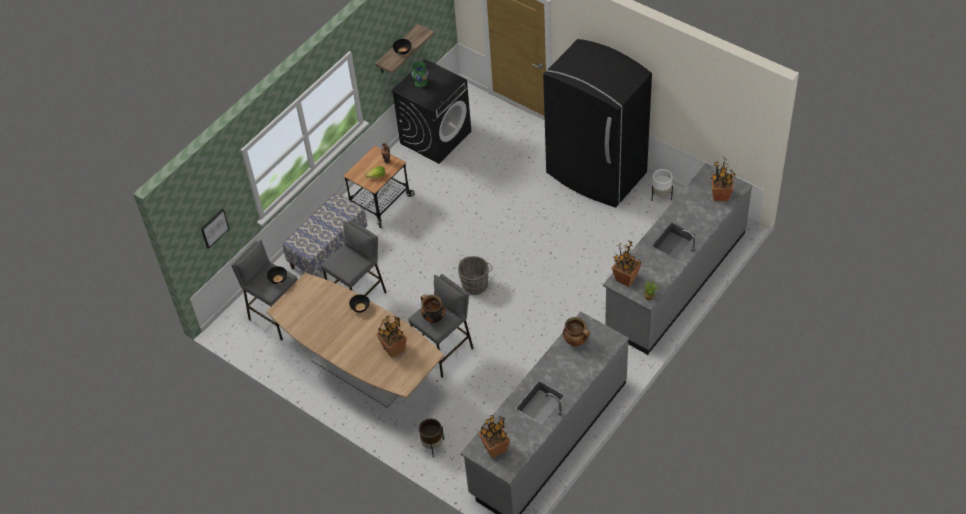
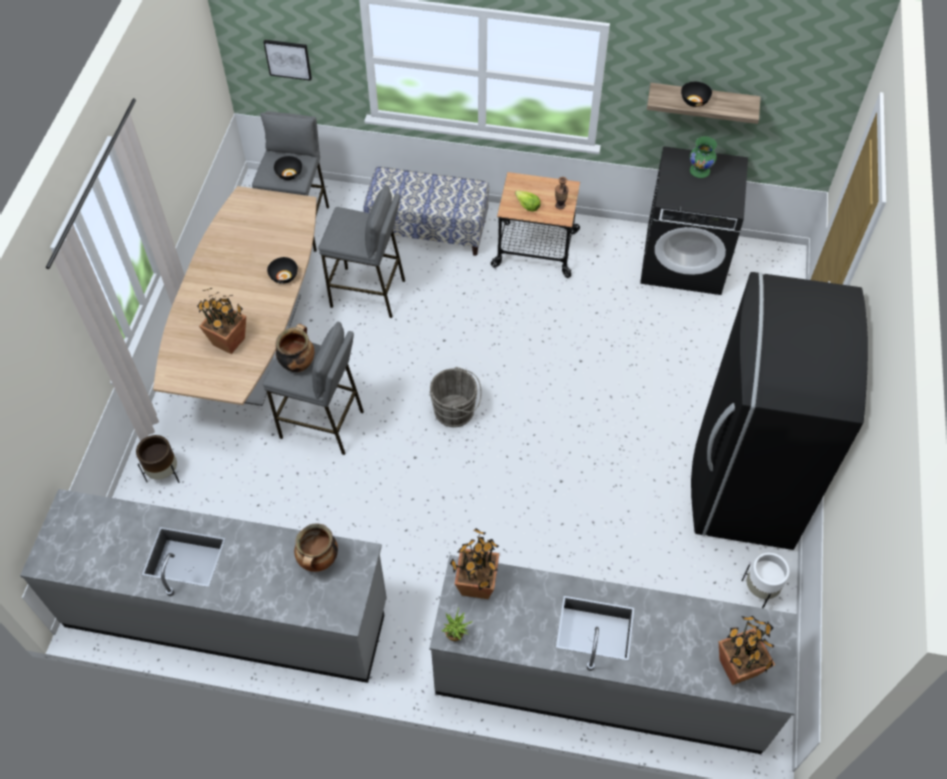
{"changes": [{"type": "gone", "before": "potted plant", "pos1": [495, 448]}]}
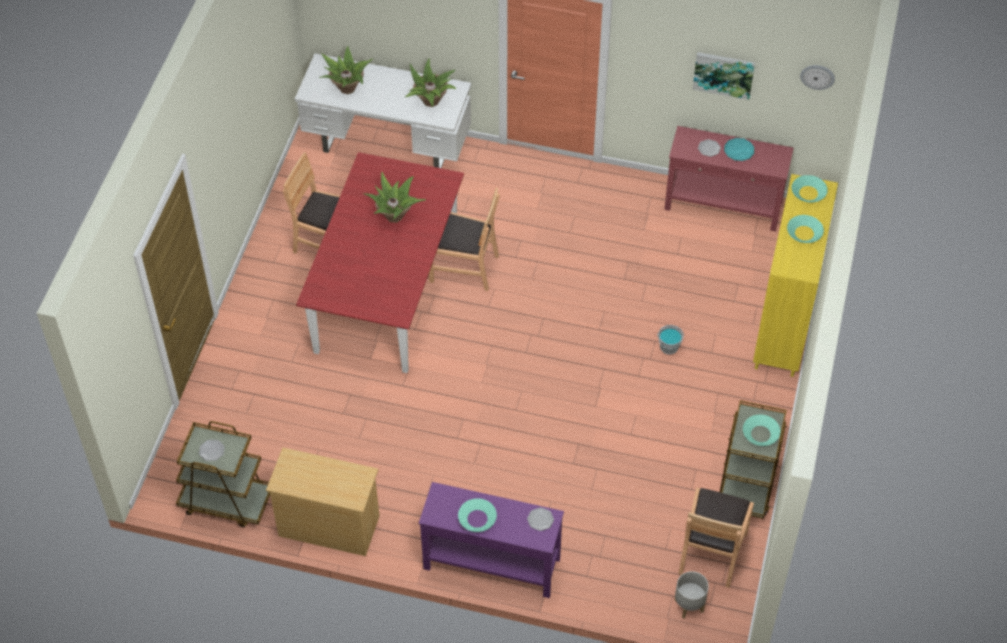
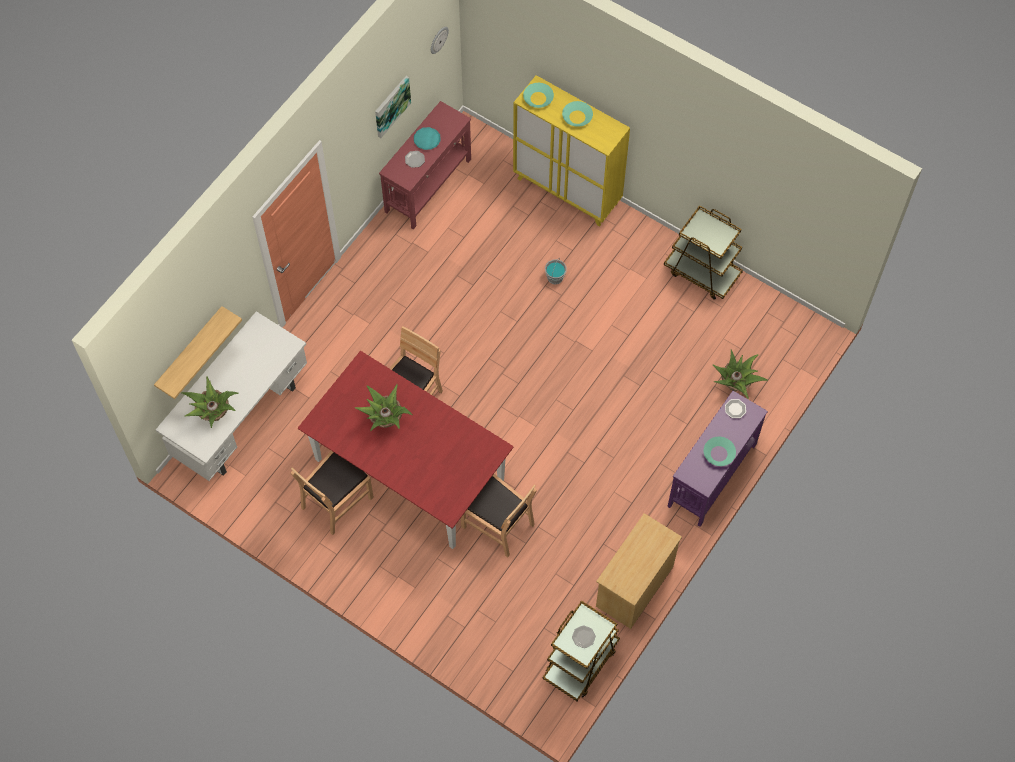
{"changes": [{"type": "shifted", "before": "potted plant", "pos1": [431, 101], "pos2": [736, 384]}, {"type": "gone", "before": "greyish plant pot", "pos1": [689, 606]}, {"type": "shifted", "before": "brown-coloured upright chair", "pos1": [711, 552], "pos2": [498, 524]}, {"type": "gone", "before": "blue-green serving bowl", "pos1": [760, 434]}, {"type": "new", "after": "wall shelf", "pos2": [190, 350]}]}
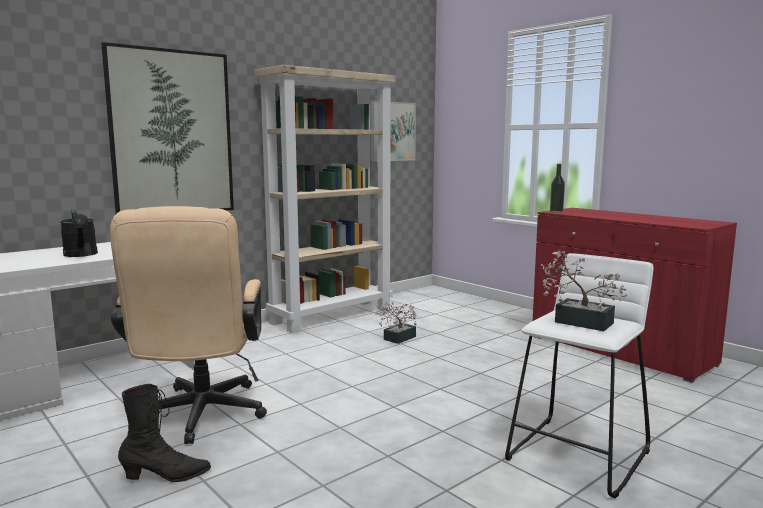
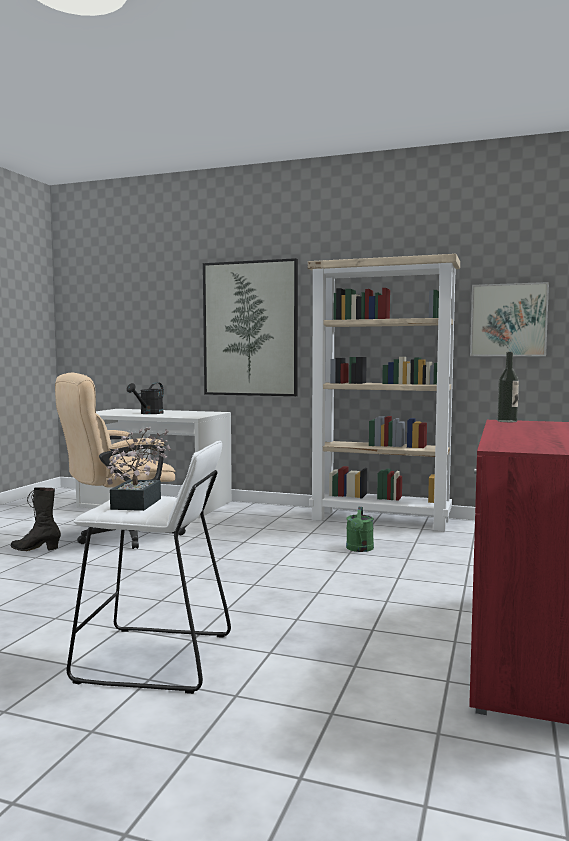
{"changes": [{"type": "rotated", "before": "black-coloured high-top boot", "pos1": [166, 476], "pos2": [36, 549], "turn": 150}, {"type": "swapped", "before": "potted plant", "after": "greenish watering pot", "pos1": [397, 339], "pos2": [359, 549]}]}
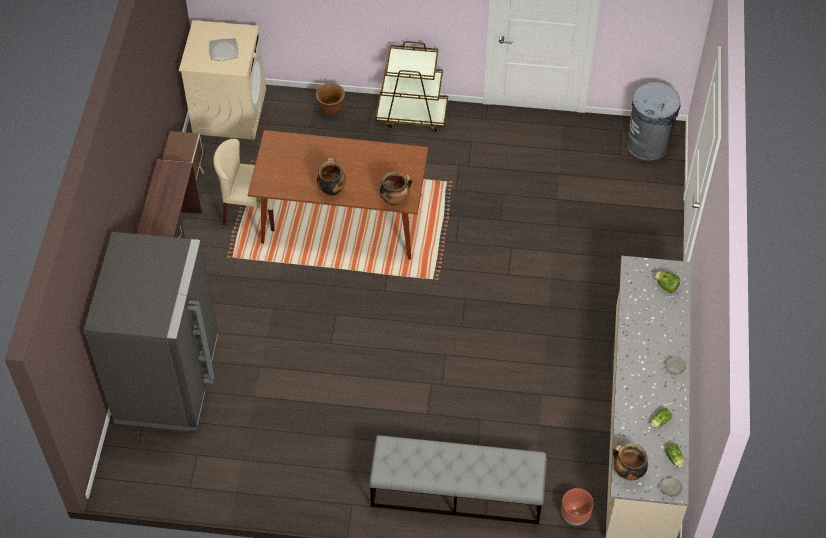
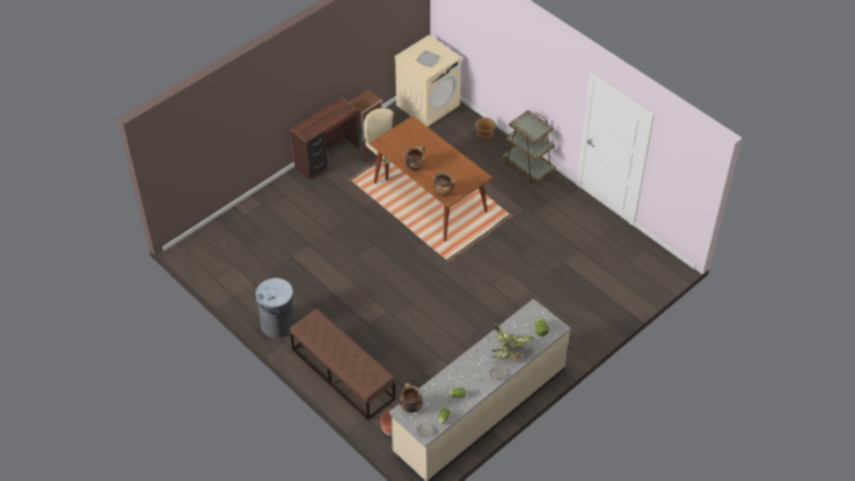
{"changes": [{"type": "gone", "before": "greyish fridge", "pos1": [168, 380]}, {"type": "repainted", "before": "greyish long seat", "after": "brown-coloured long seat", "pos1": [456, 492], "pos2": [342, 373]}, {"type": "shifted", "before": "greyish rubbish bin", "pos1": [648, 144], "pos2": [278, 324]}, {"type": "new", "after": "potted plant", "pos2": [510, 353]}]}
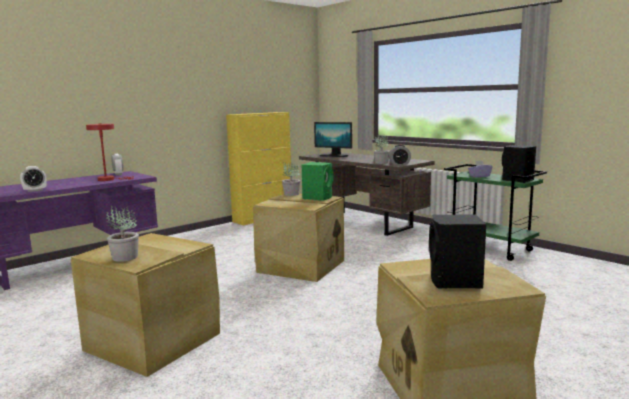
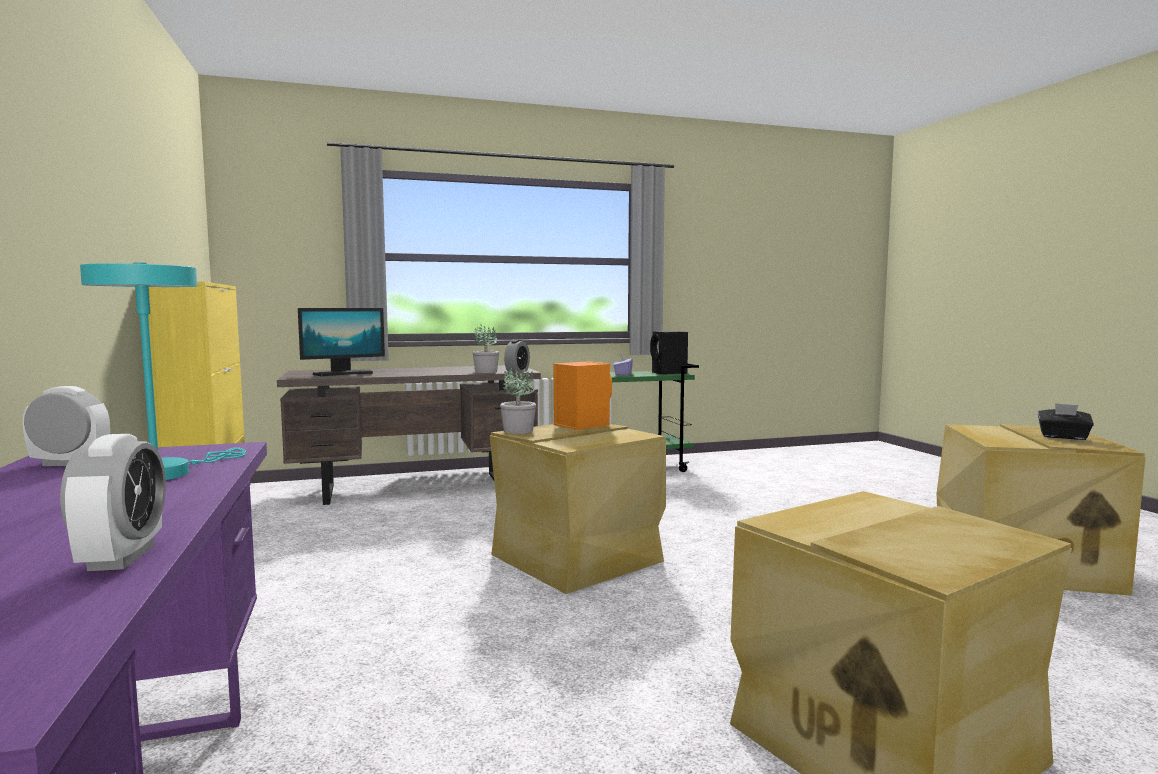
{"changes": [{"type": "repainted", "before": "reddish lamp for a table", "after": "blue-green lamp for a table", "pos1": [109, 179], "pos2": [165, 472]}, {"type": "gone", "before": "potted plant", "pos1": [124, 257]}, {"type": "repainted", "before": "greenish audio speaker", "after": "orange audio speaker", "pos1": [318, 197], "pos2": [581, 425]}, {"type": "swapped", "before": "black-coloured audio speaker", "after": "black-coloured box of tissues", "pos1": [455, 282], "pos2": [1063, 437]}]}
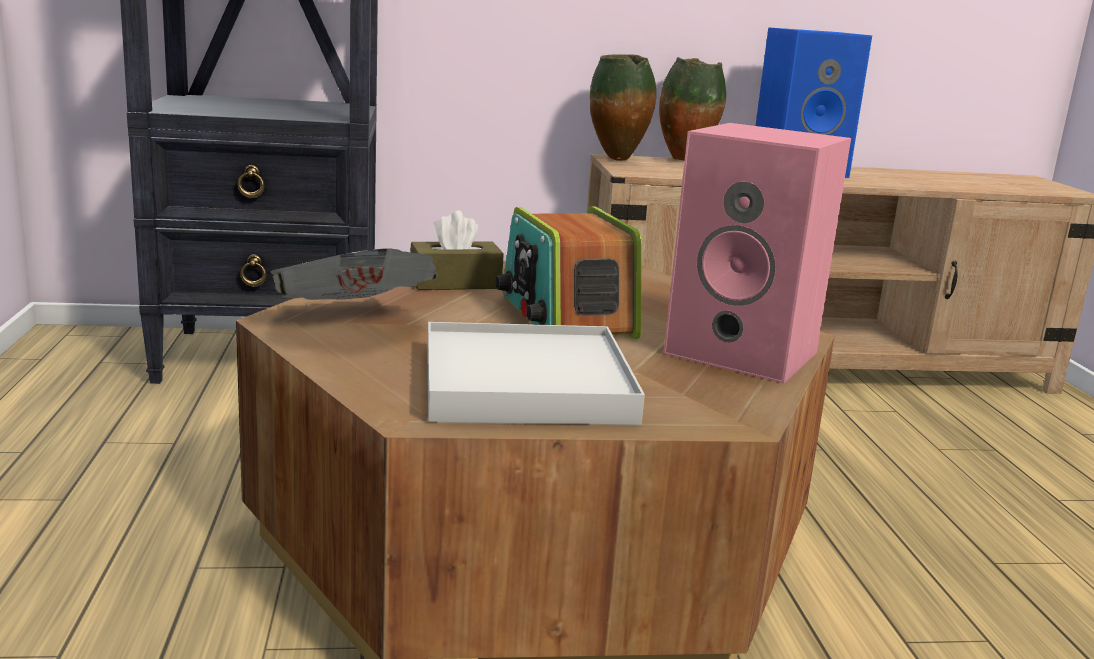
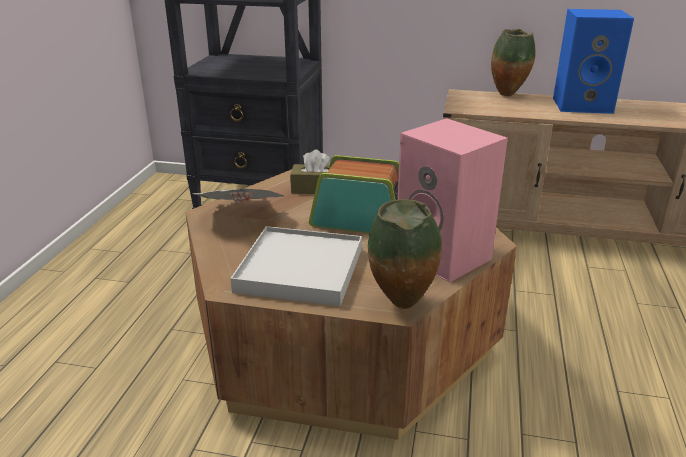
{"changes": [{"type": "rotated", "before": "radio receiver", "pos1": [565, 317], "pos2": [359, 219], "turn": 105}, {"type": "shifted", "before": "flower vase", "pos1": [618, 160], "pos2": [402, 306]}]}
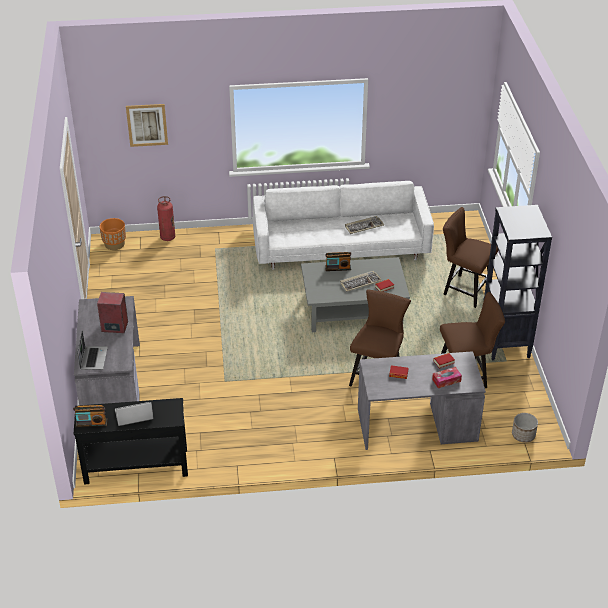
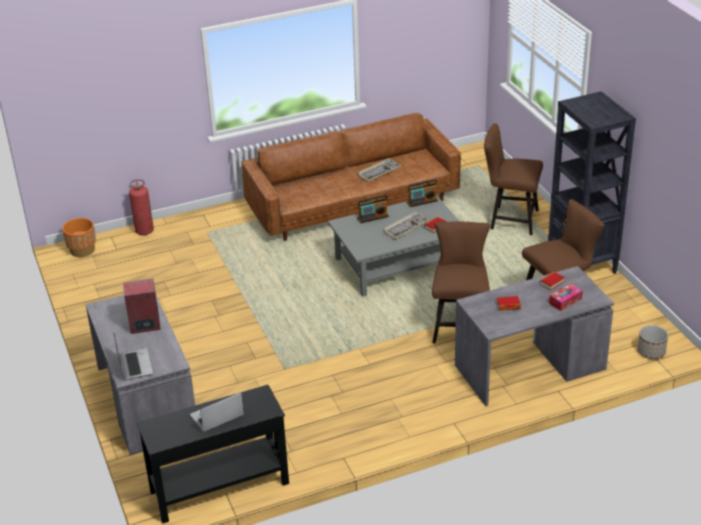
{"changes": [{"type": "shifted", "before": "radio receiver", "pos1": [91, 423], "pos2": [422, 202]}, {"type": "gone", "before": "wall art", "pos1": [147, 125]}, {"type": "repainted", "before": "white-coloured sofa", "after": "brown-coloured sofa", "pos1": [341, 247], "pos2": [352, 204]}]}
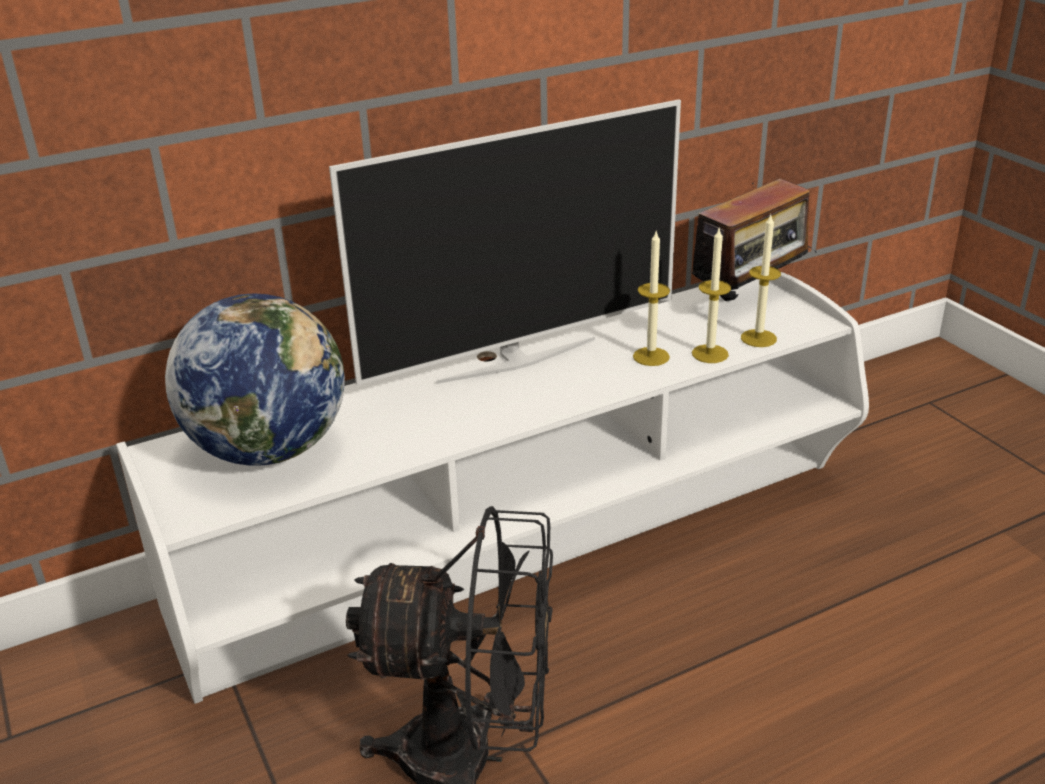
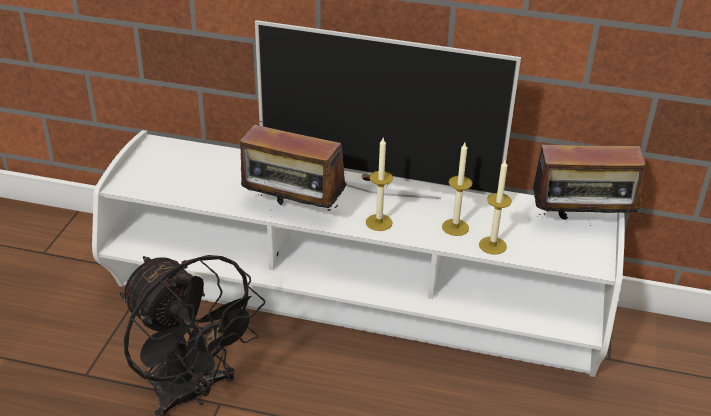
{"changes": [{"type": "gone", "before": "desk globe", "pos1": [269, 449]}, {"type": "shifted", "before": "wax light", "pos1": [758, 338], "pos2": [379, 222]}, {"type": "new", "after": "radio receiver", "pos2": [293, 212]}]}
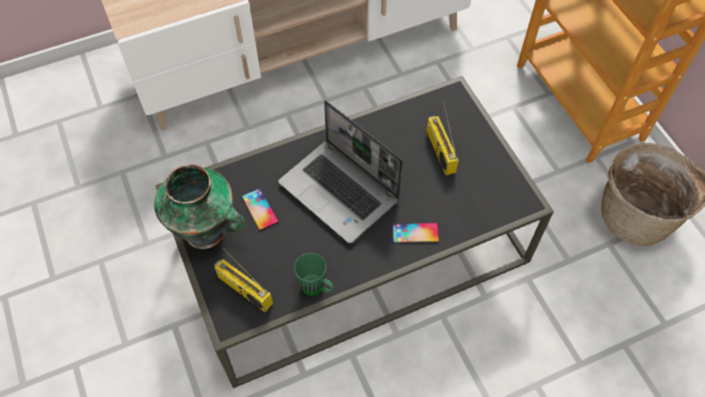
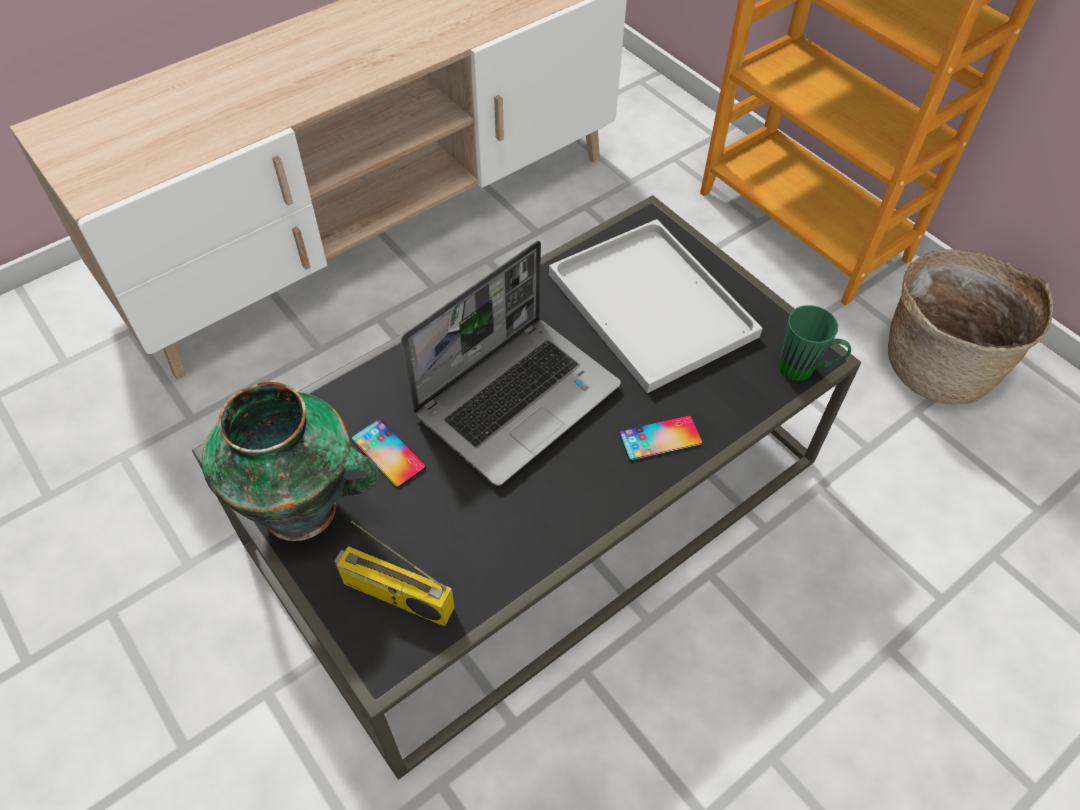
{"changes": [{"type": "rotated", "before": "portable computer", "pos1": [341, 192], "pos2": [518, 398], "turn": -75}, {"type": "shifted", "before": "greenish tea mug", "pos1": [317, 289], "pos2": [805, 370]}, {"type": "swapped", "before": "radio receiver", "after": "white-coloured carrying tray", "pos1": [439, 151], "pos2": [655, 306]}]}
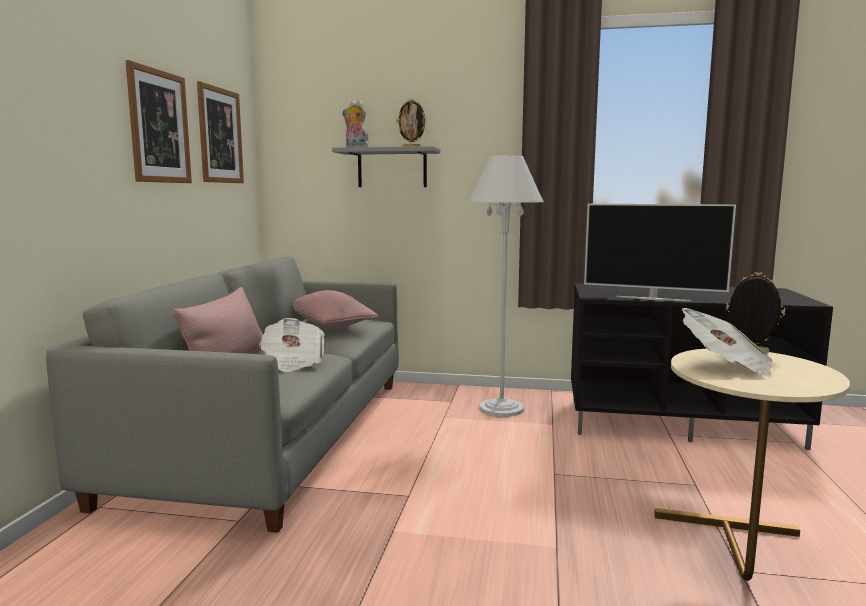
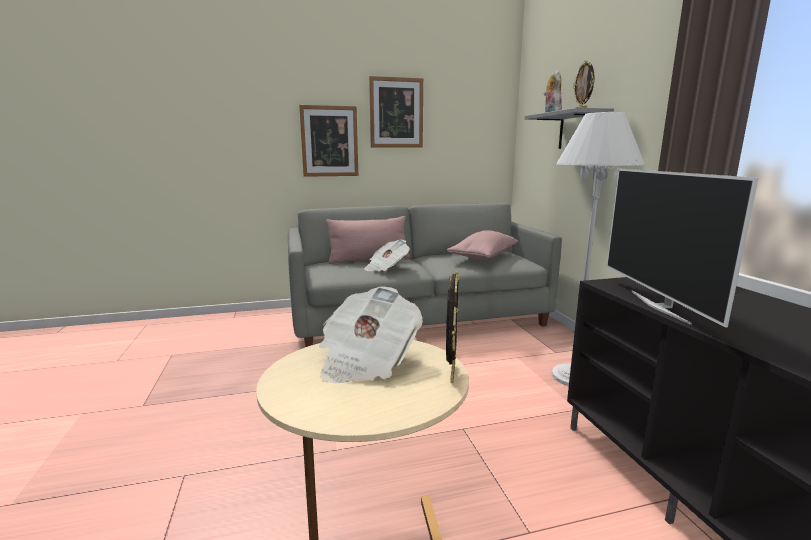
{"changes": [{"type": "shifted", "before": "wall art", "pos1": [220, 135], "pos2": [329, 141]}]}
